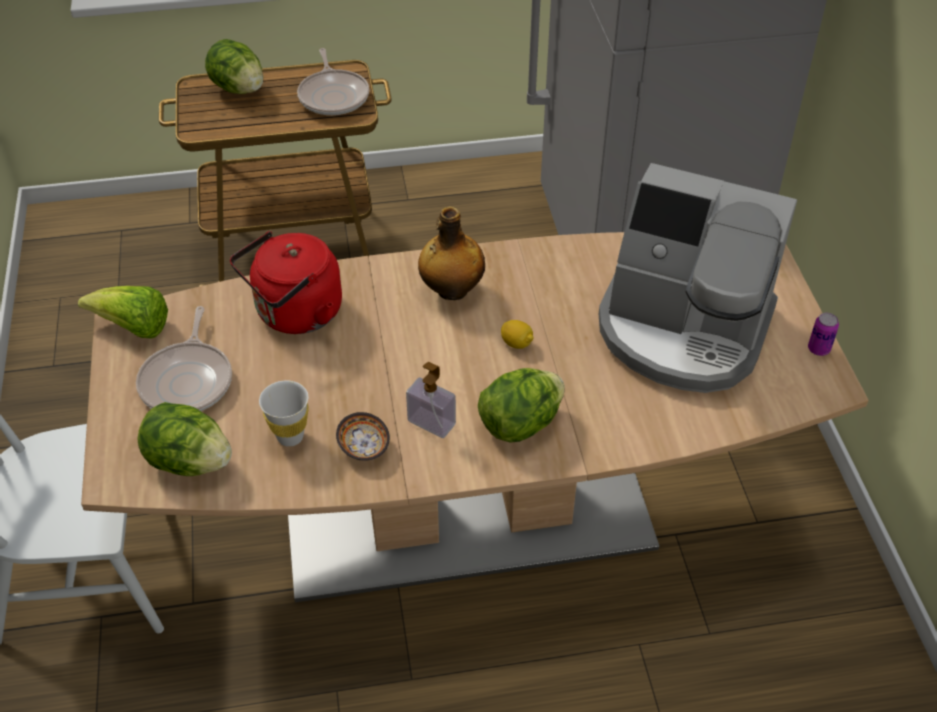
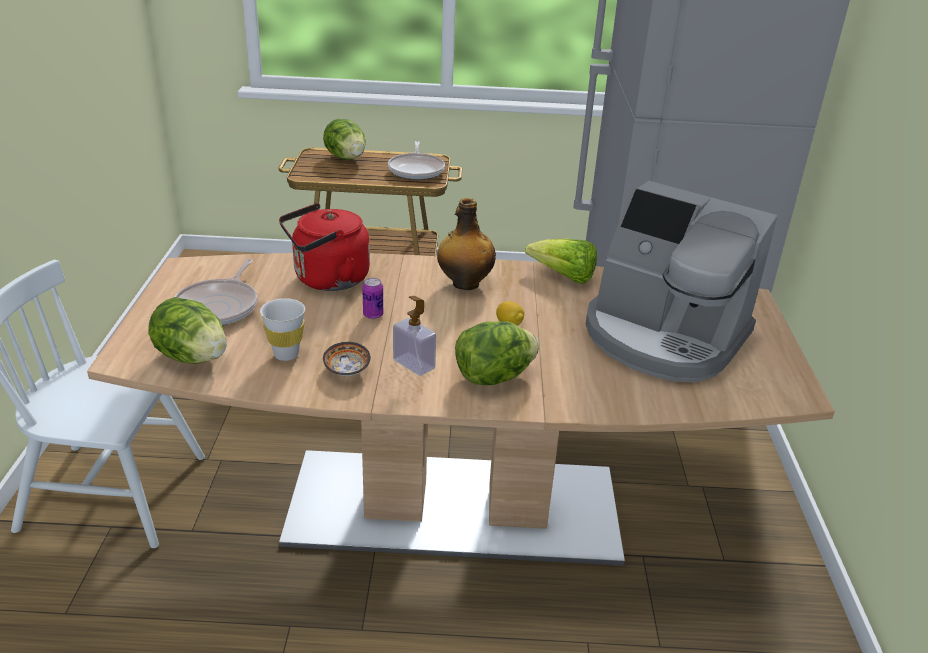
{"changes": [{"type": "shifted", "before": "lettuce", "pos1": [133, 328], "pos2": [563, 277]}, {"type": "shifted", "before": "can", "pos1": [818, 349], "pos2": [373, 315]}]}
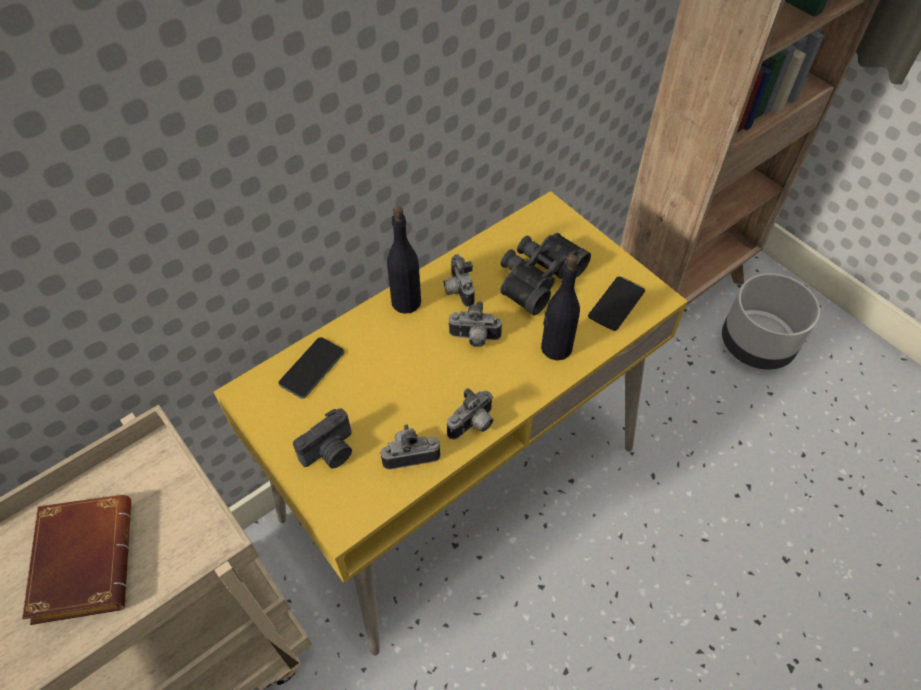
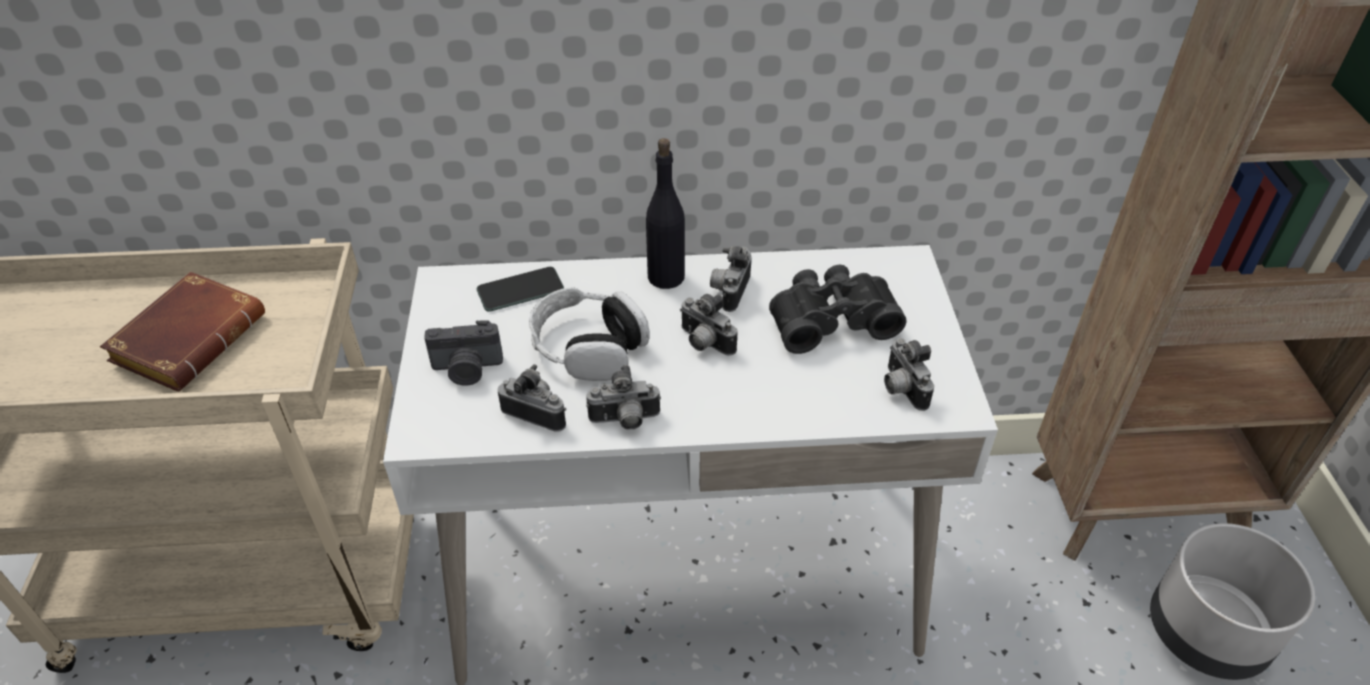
{"changes": [{"type": "repainted", "before": "yellowish desk", "after": "white-coloured desk", "pos1": [459, 483], "pos2": [685, 569]}, {"type": "gone", "before": "black-coloured beverage bottle", "pos1": [555, 348]}, {"type": "swapped", "before": "phone", "after": "photo camera", "pos1": [616, 304], "pos2": [901, 389]}, {"type": "new", "after": "headphones", "pos2": [588, 347]}]}
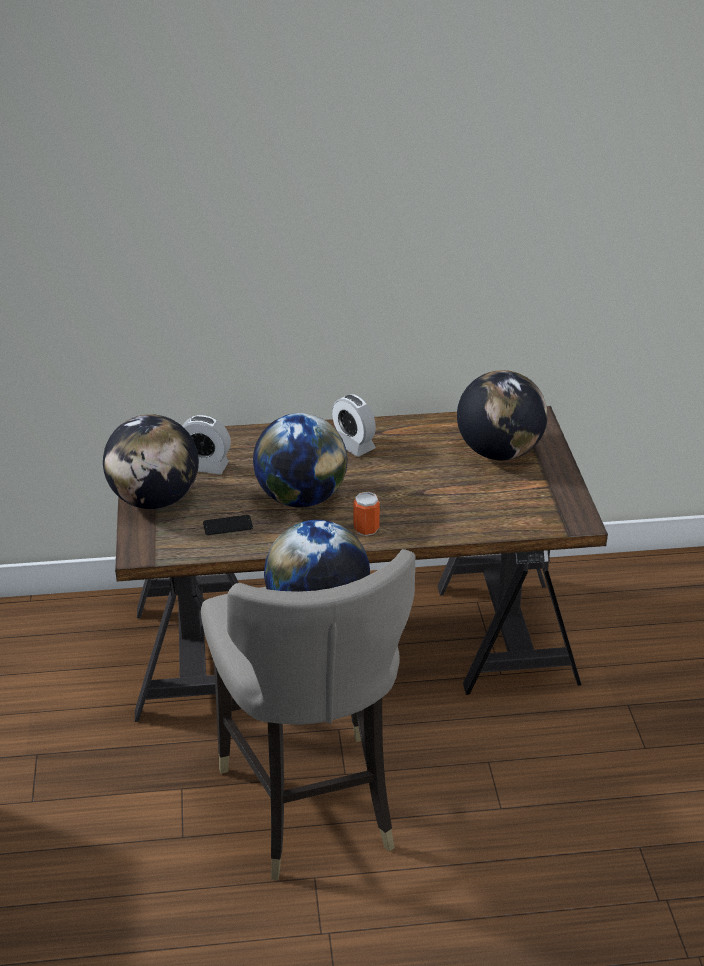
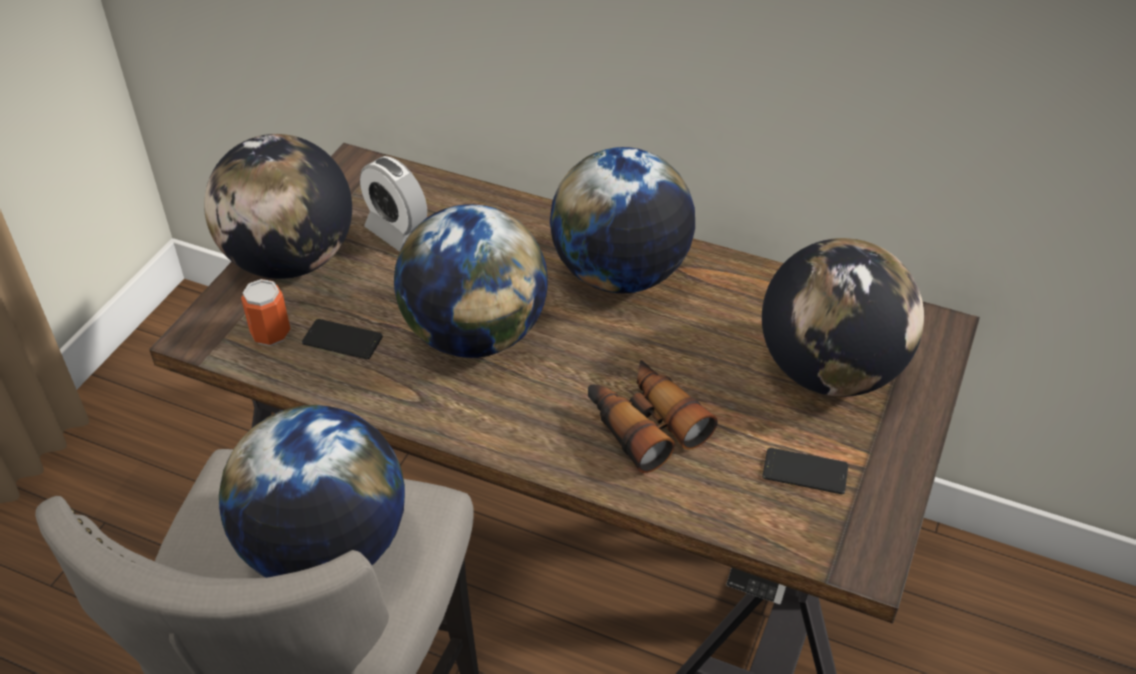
{"changes": [{"type": "swapped", "before": "table clock", "after": "desk globe", "pos1": [353, 445], "pos2": [620, 275]}, {"type": "shifted", "before": "can", "pos1": [366, 529], "pos2": [271, 333]}, {"type": "new", "after": "field glasses", "pos2": [644, 424]}, {"type": "new", "after": "phone", "pos2": [805, 472]}]}
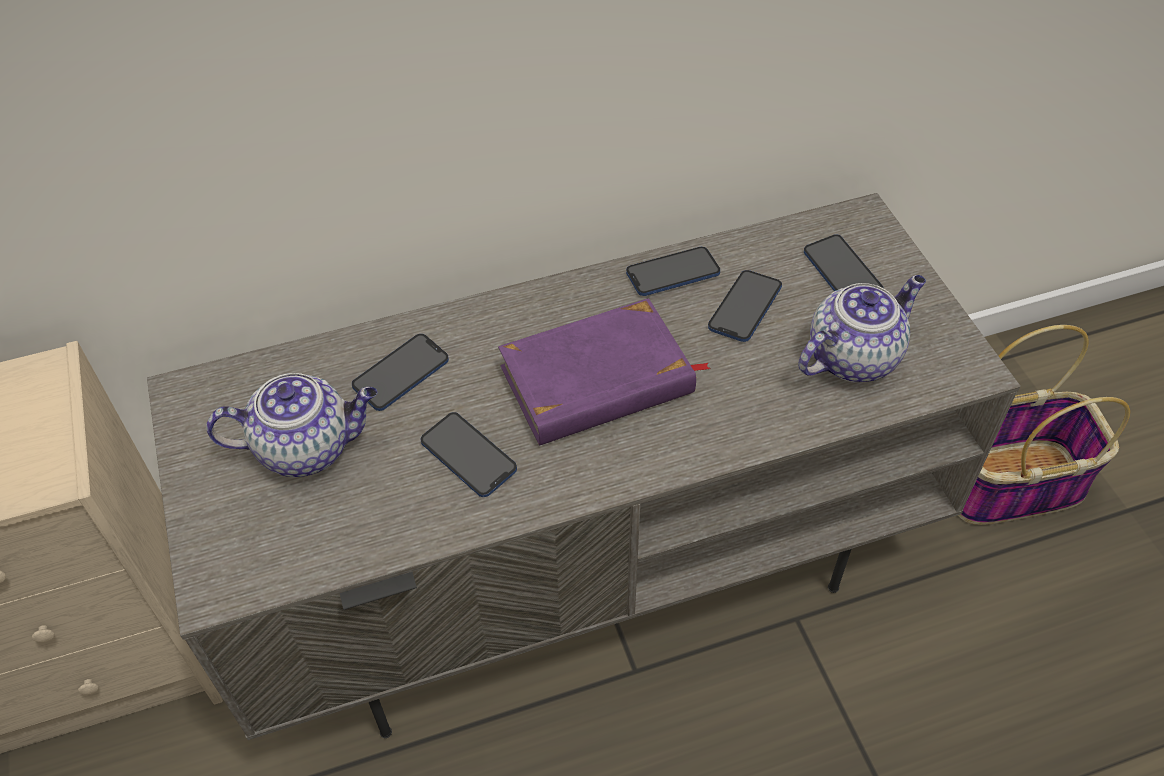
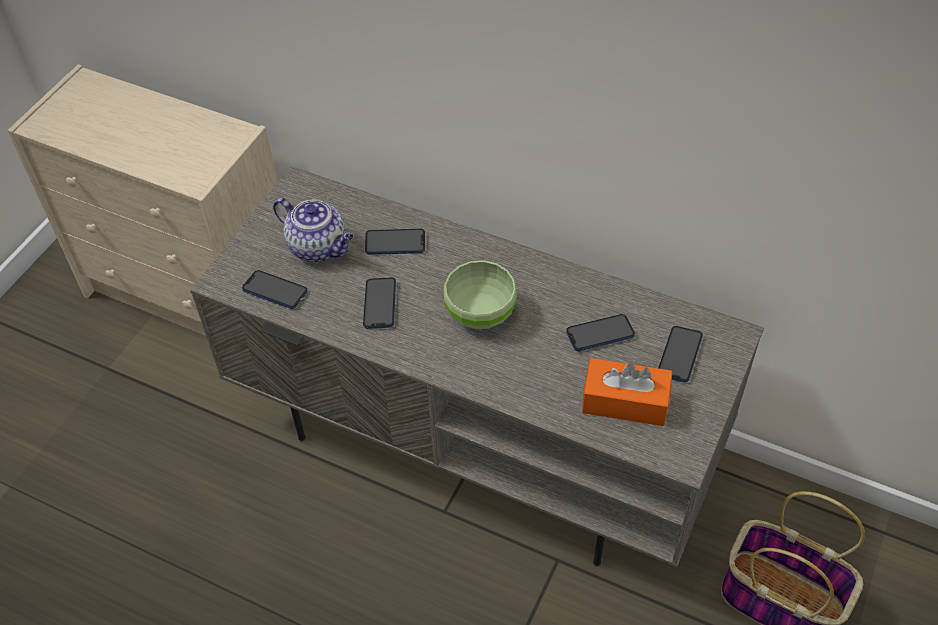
{"changes": [{"type": "swapped", "before": "purple-coloured book", "after": "greenish serving bowl", "pos1": [598, 381], "pos2": [479, 314]}, {"type": "shifted", "before": "phone", "pos1": [672, 273], "pos2": [275, 291]}, {"type": "swapped", "before": "teapot", "after": "orange box of tissues", "pos1": [853, 356], "pos2": [625, 402]}]}
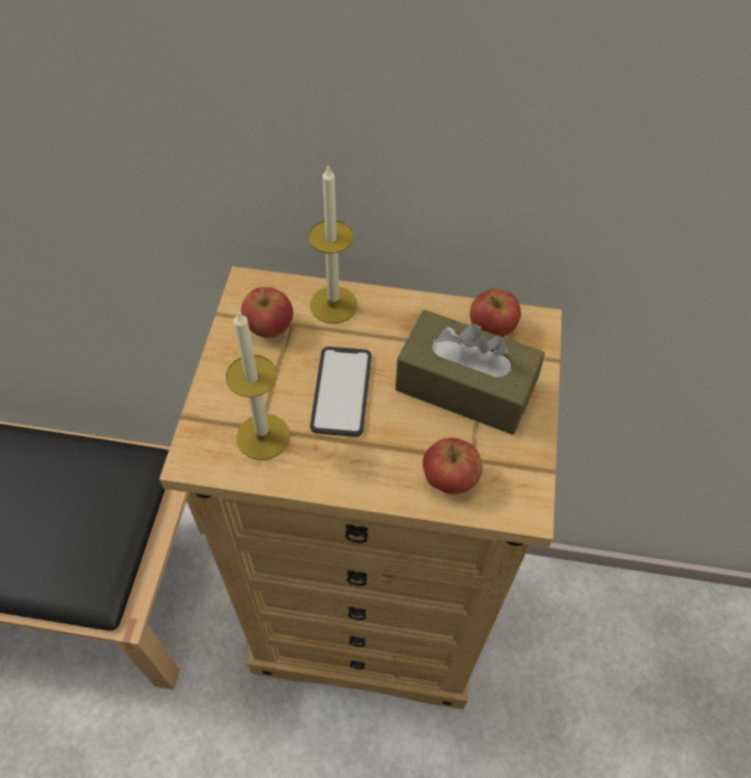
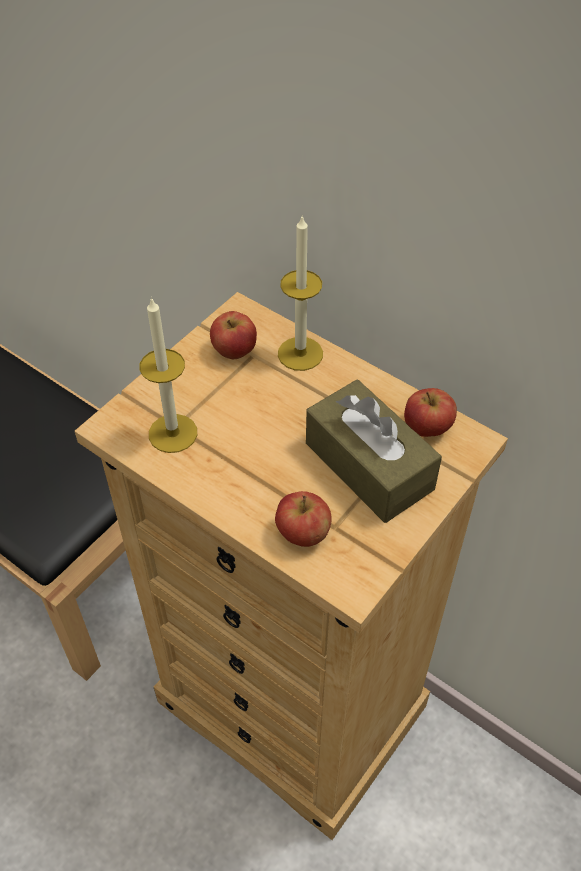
{"changes": [{"type": "gone", "before": "phone", "pos1": [341, 391]}]}
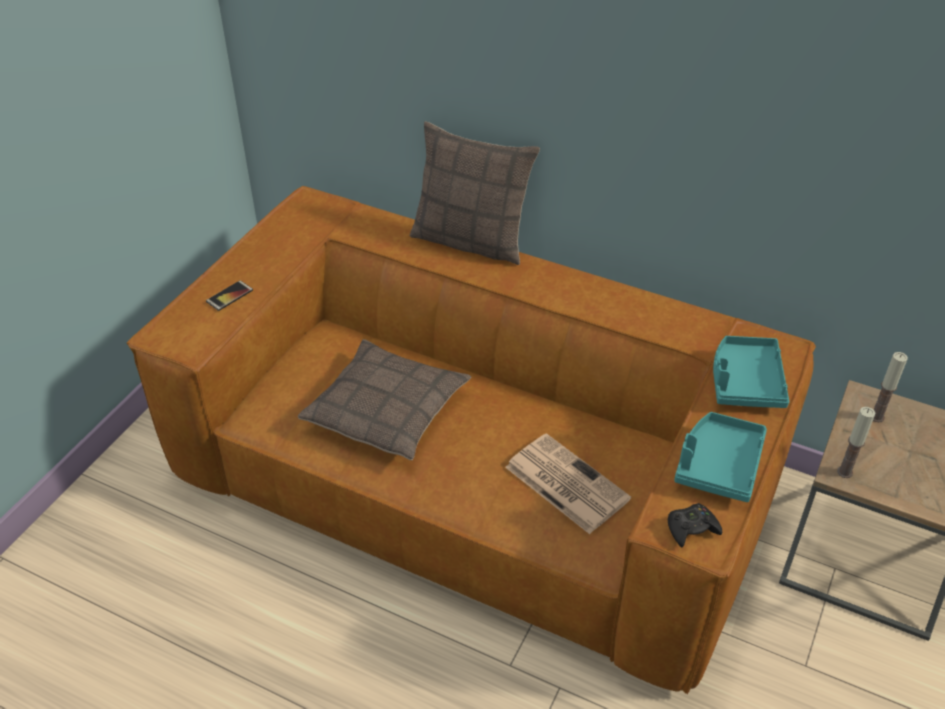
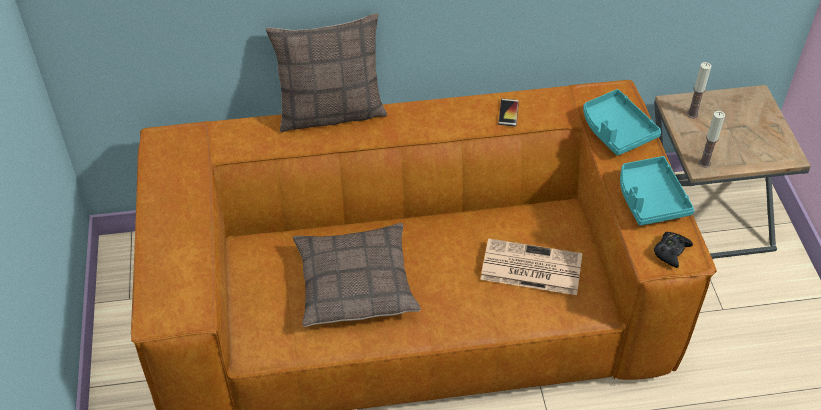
{"changes": [{"type": "shifted", "before": "phone", "pos1": [229, 296], "pos2": [508, 113]}]}
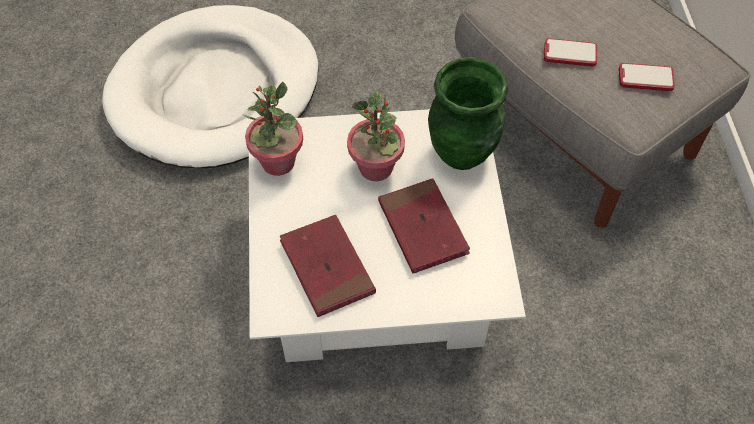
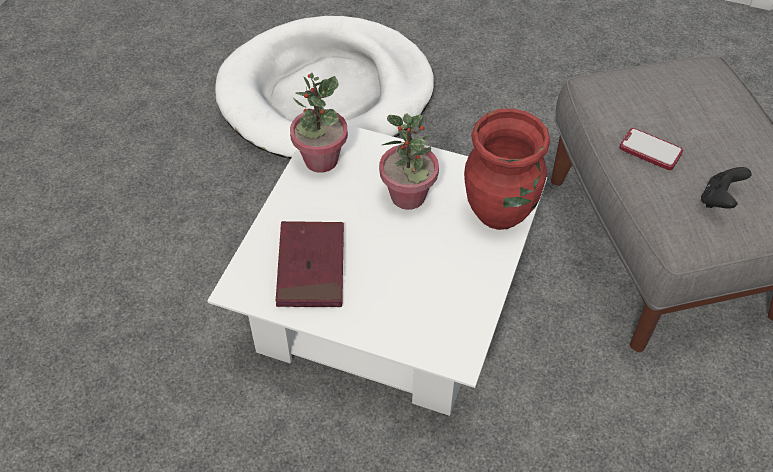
{"changes": [{"type": "gone", "before": "reddish book", "pos1": [422, 228]}, {"type": "repainted", "before": "greenish flower vase", "after": "reddish flower vase", "pos1": [462, 153], "pos2": [500, 212]}, {"type": "swapped", "before": "phone", "after": "black-coloured joypad", "pos1": [645, 78], "pos2": [719, 200]}]}
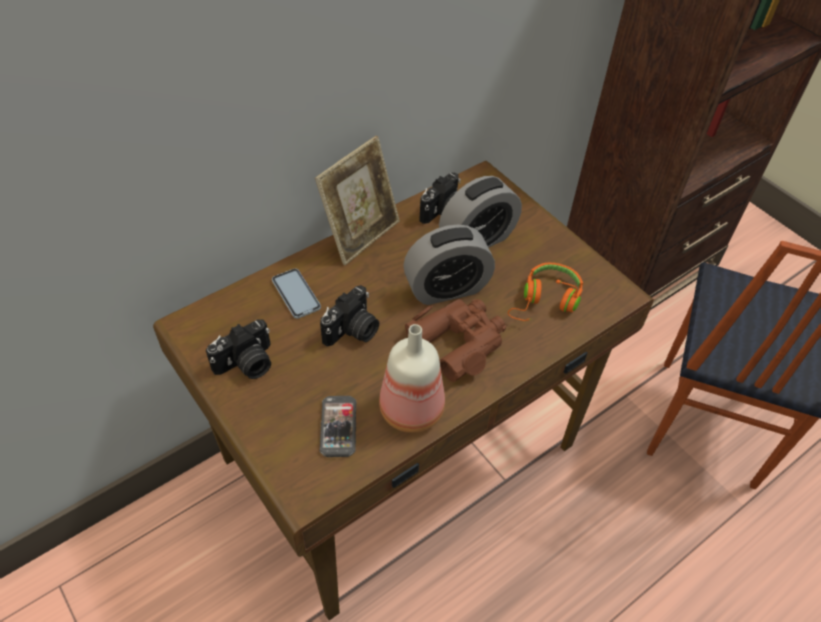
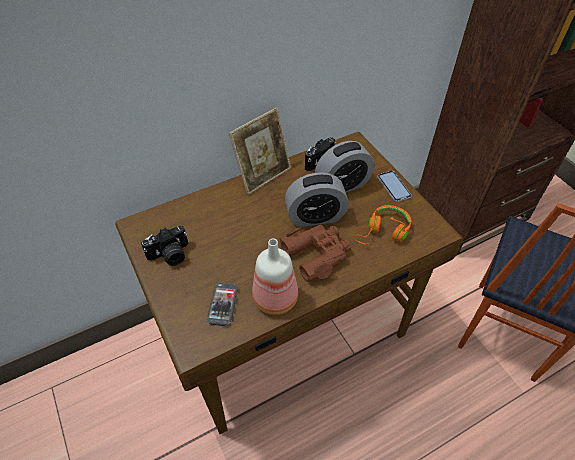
{"changes": [{"type": "shifted", "before": "phone", "pos1": [296, 294], "pos2": [393, 187]}, {"type": "gone", "before": "photo camera", "pos1": [353, 331]}]}
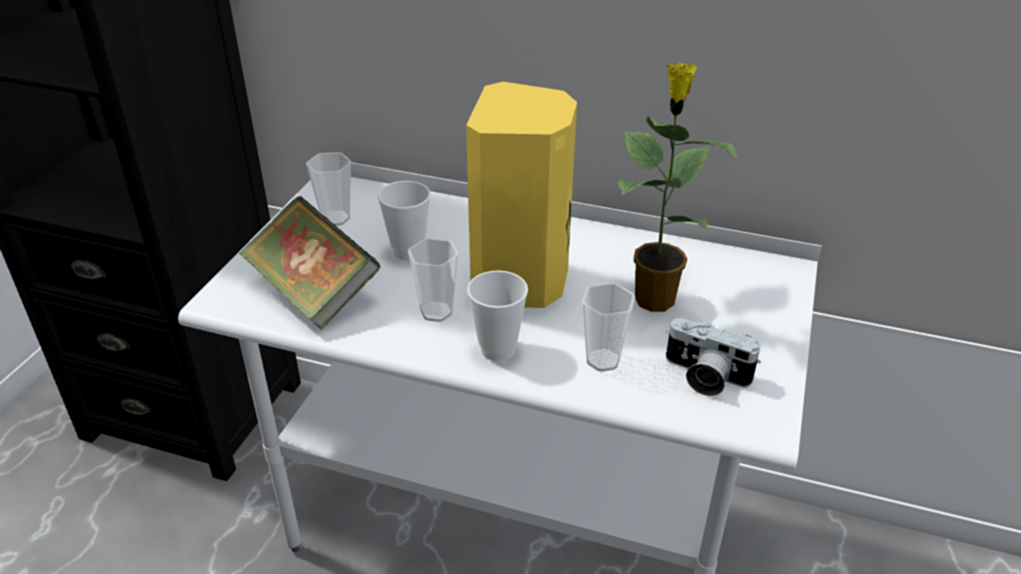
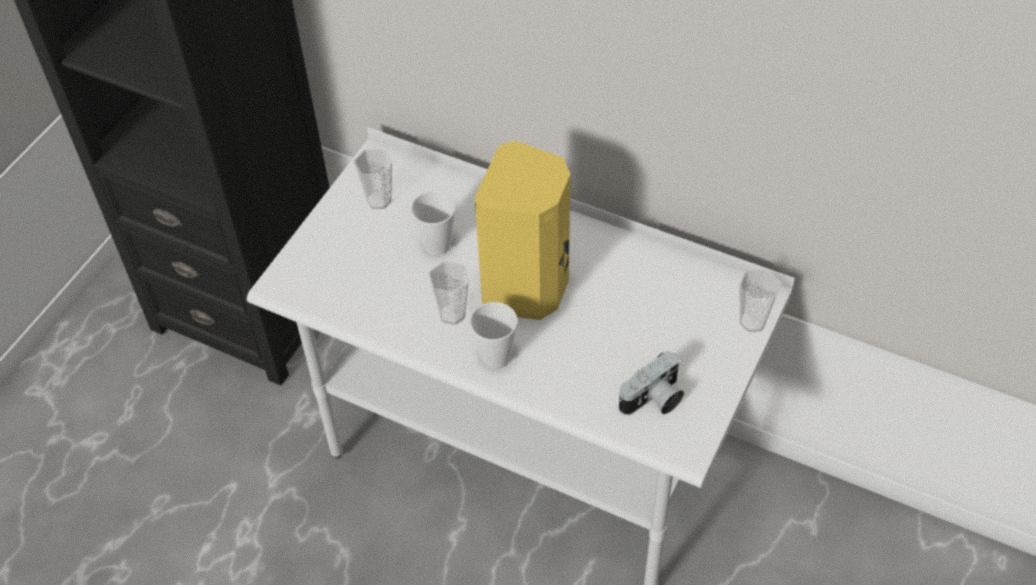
{"changes": [{"type": "gone", "before": "book", "pos1": [314, 293]}, {"type": "shifted", "before": "small cup", "pos1": [603, 360], "pos2": [752, 322]}, {"type": "gone", "before": "potted plant", "pos1": [654, 297]}, {"type": "rotated", "before": "photo camera", "pos1": [704, 376], "pos2": [653, 400], "turn": -75}]}
